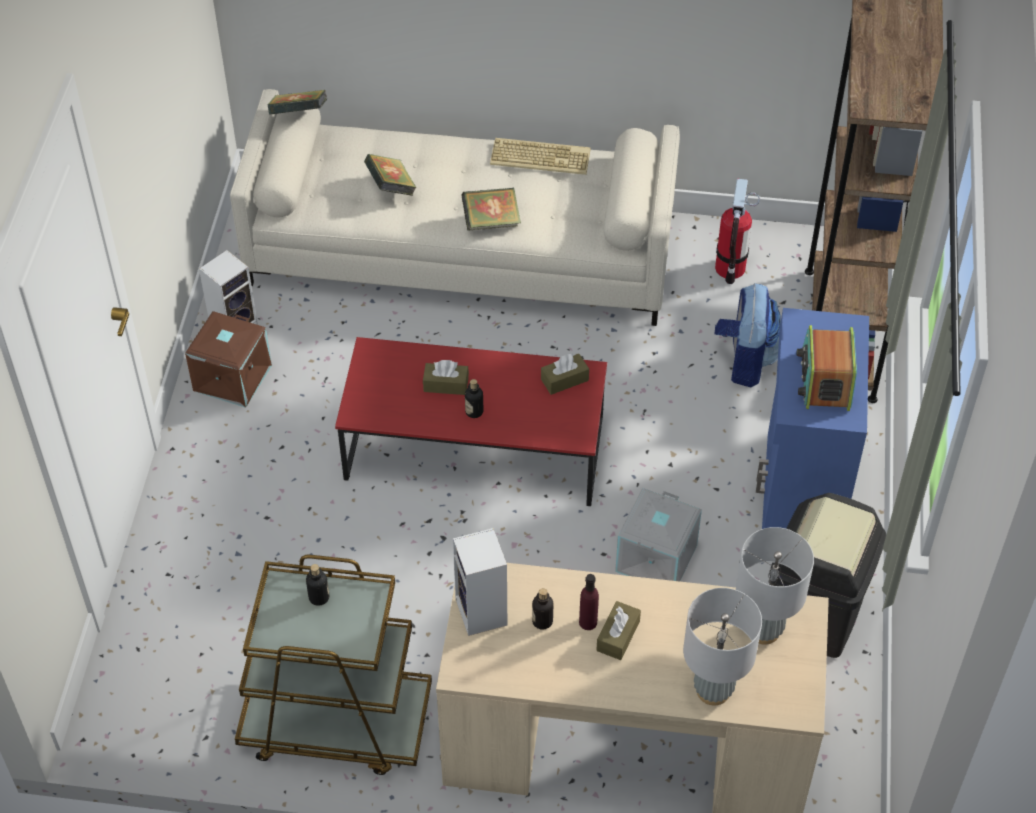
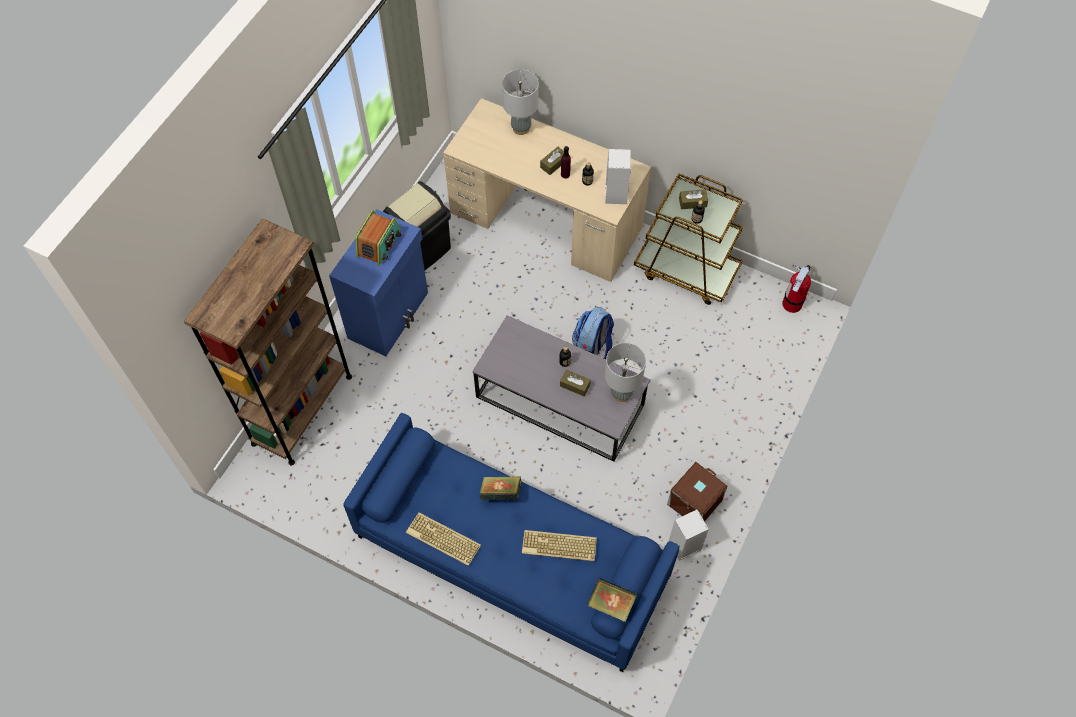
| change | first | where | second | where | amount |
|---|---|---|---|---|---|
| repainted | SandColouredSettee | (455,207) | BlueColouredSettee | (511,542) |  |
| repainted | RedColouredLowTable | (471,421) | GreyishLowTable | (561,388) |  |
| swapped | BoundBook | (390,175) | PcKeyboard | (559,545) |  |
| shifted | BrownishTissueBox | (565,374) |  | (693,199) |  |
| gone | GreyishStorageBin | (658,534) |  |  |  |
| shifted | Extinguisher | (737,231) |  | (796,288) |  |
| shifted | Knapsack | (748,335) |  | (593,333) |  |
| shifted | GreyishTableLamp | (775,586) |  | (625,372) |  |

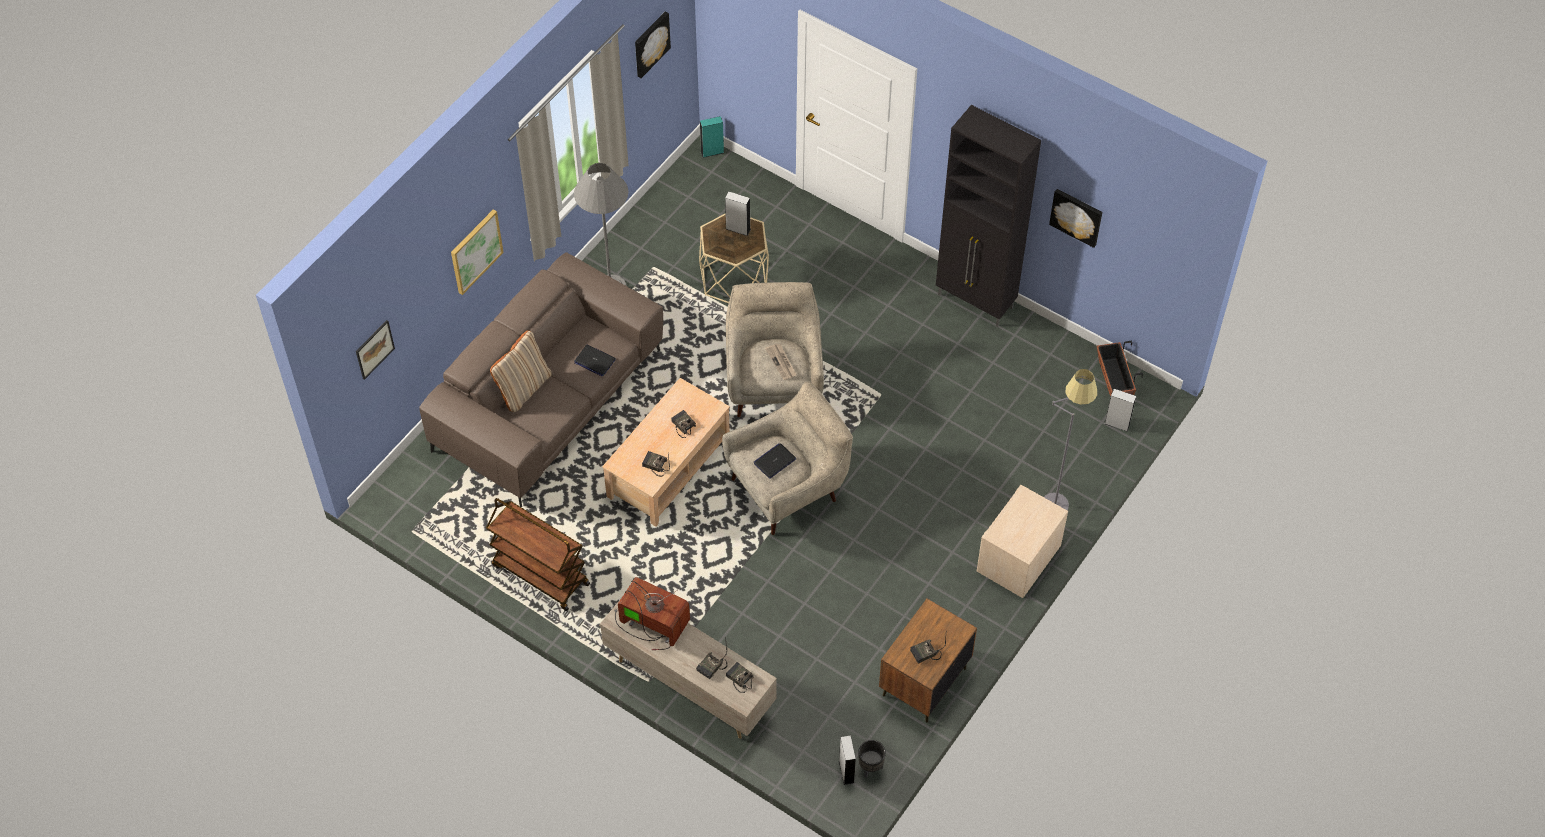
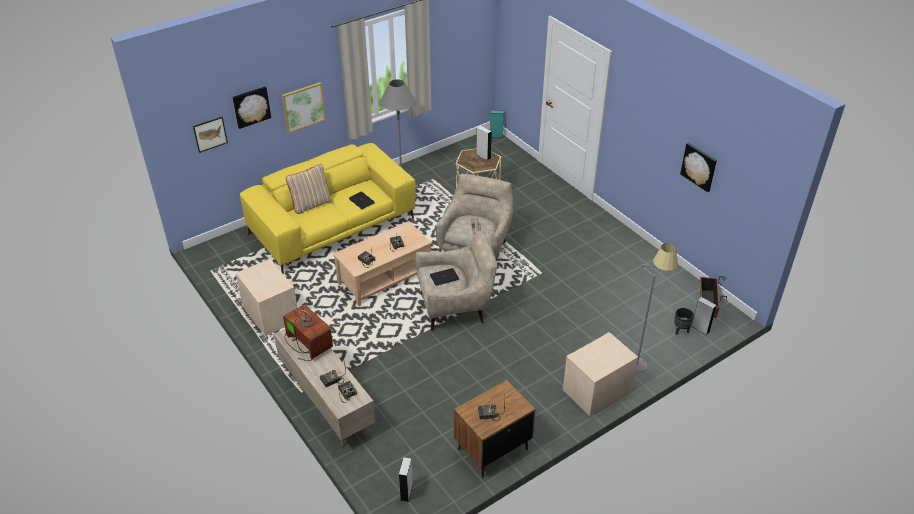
| change | first | where | second | where | amount |
|---|---|---|---|---|---|
| repainted | BrownishSettee | (541,379) | YellowishSettee | (328,208) |  |
| swapped | BrownishTrolley | (538,554) | SandColouredBedsideTable | (266,297) |  |
| shifted | WallArt | (653,44) |  | (251,108) |  |
| shifted | BlackishFlowerPot | (872,759) |  | (684,321) |  |
| gone | BlackishCabinet | (988,216) |  |  |  |

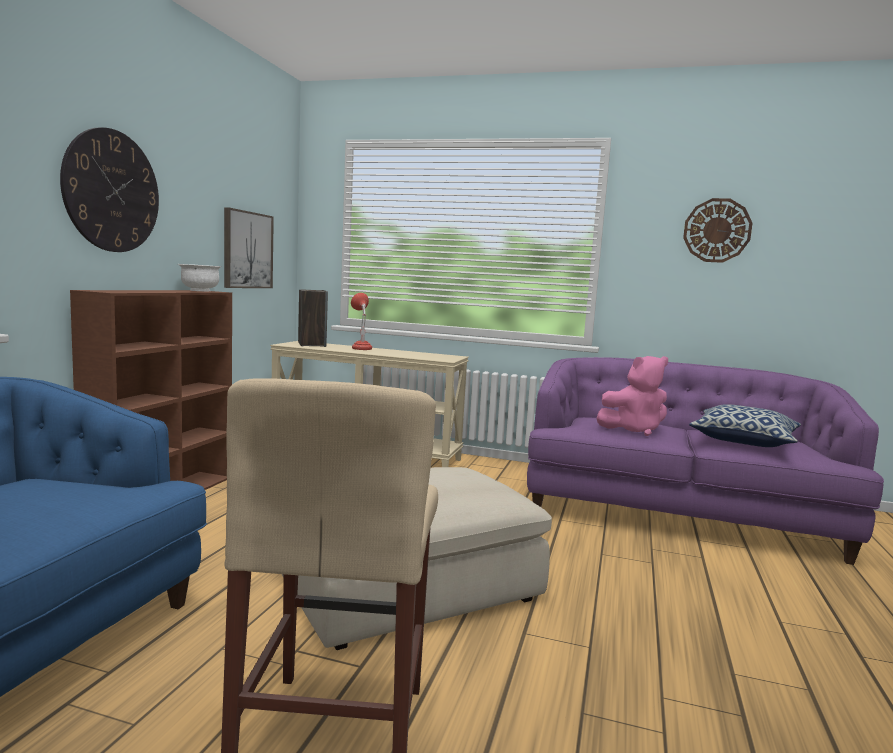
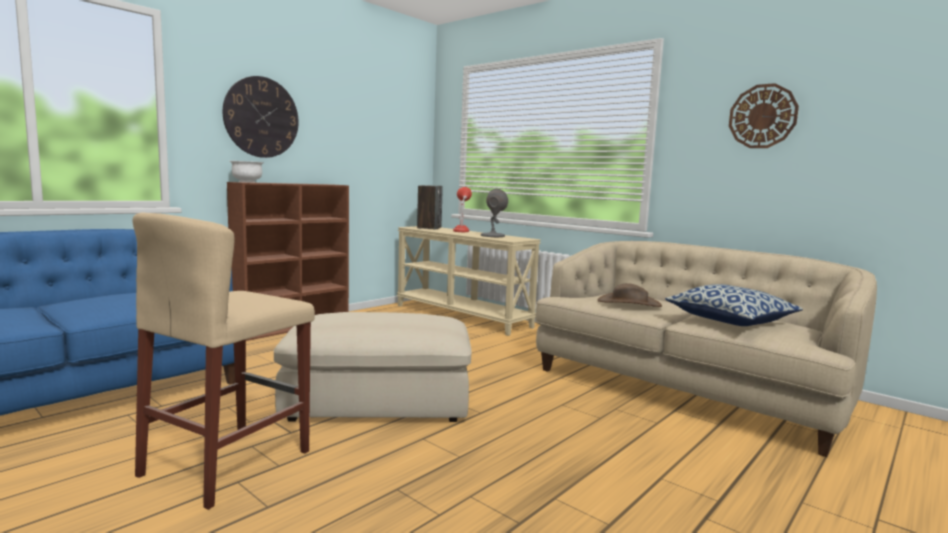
| change | first | where | second | where | amount |
|---|---|---|---|---|---|
| shifted | WhitishDeepDish | (199,277) |  | (247,171) |  |
| gone | WallArt | (249,247) |  |  |  |
| repainted | PurplishSettee | (705,461) | SandColouredSettee | (706,349) |  |
| swapped | PinkishCuddlyToy | (632,396) | BrownishHat | (630,295) |  |
| new |  |  | GreyishTableLamp | (494,213) |  |

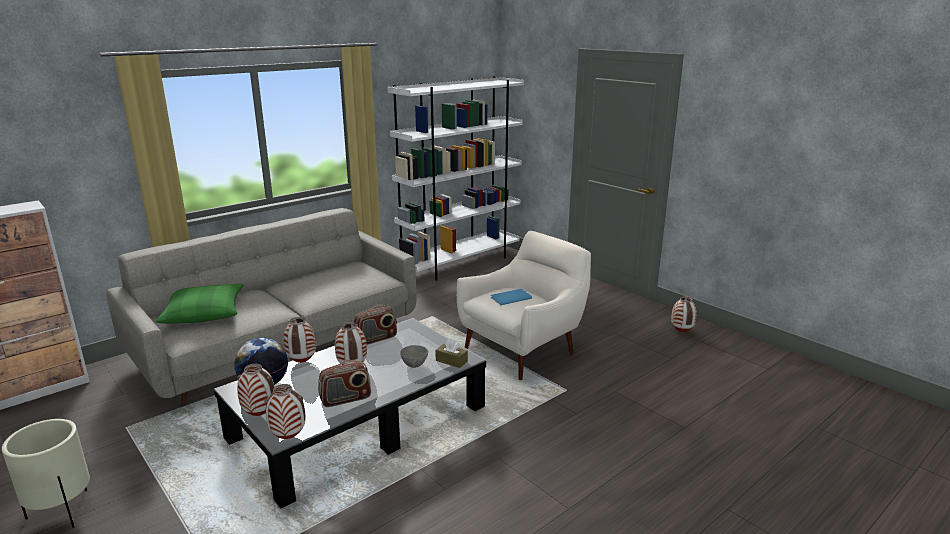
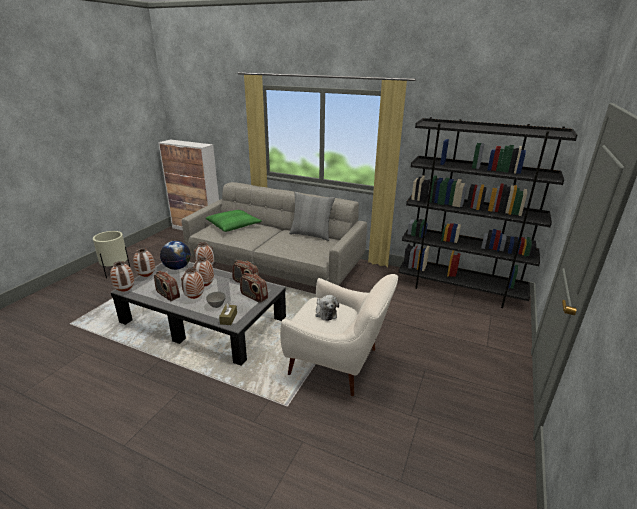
| change | first | where | second | where | amount |
|---|---|---|---|---|---|
| repainted | WhitishBookcase | (455,178) | BlackishBookcase | (487,212) |  |
| swapped | BlueColouredBoundBook | (511,297) | CuddlyToy | (327,308) |  |
| shifted | FlowerVase | (684,314) |  | (192,283) |  |
| new |  |  | RadioReceiver | (254,288) |  |
| new |  |  | GreyishThrowPillow | (312,216) |  |

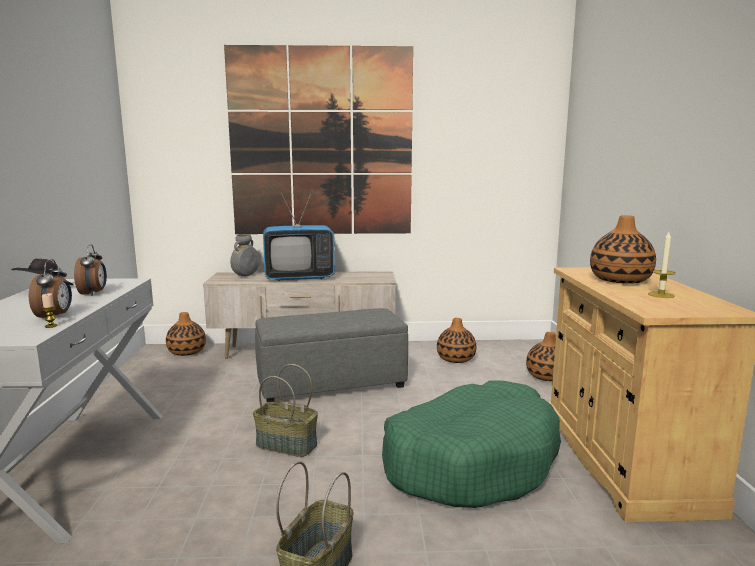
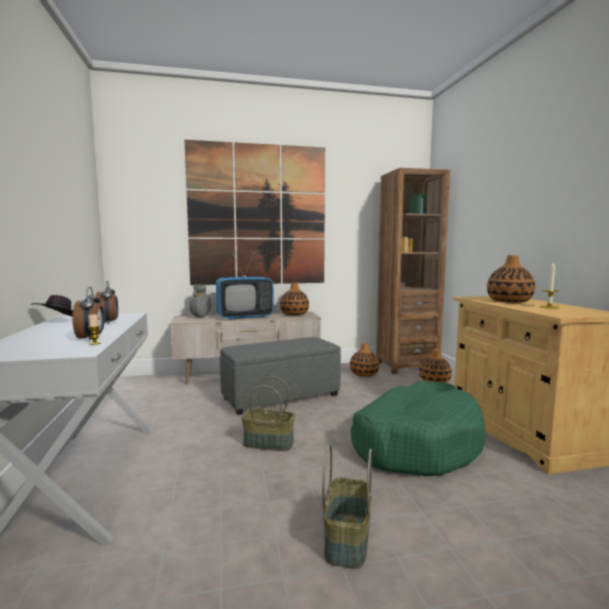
| change | first | where | second | where | amount |
|---|---|---|---|---|---|
| shifted | FlowerVase | (186,334) |  | (294,299) |  |
| new |  |  | BrownishBookcase | (413,271) |  |

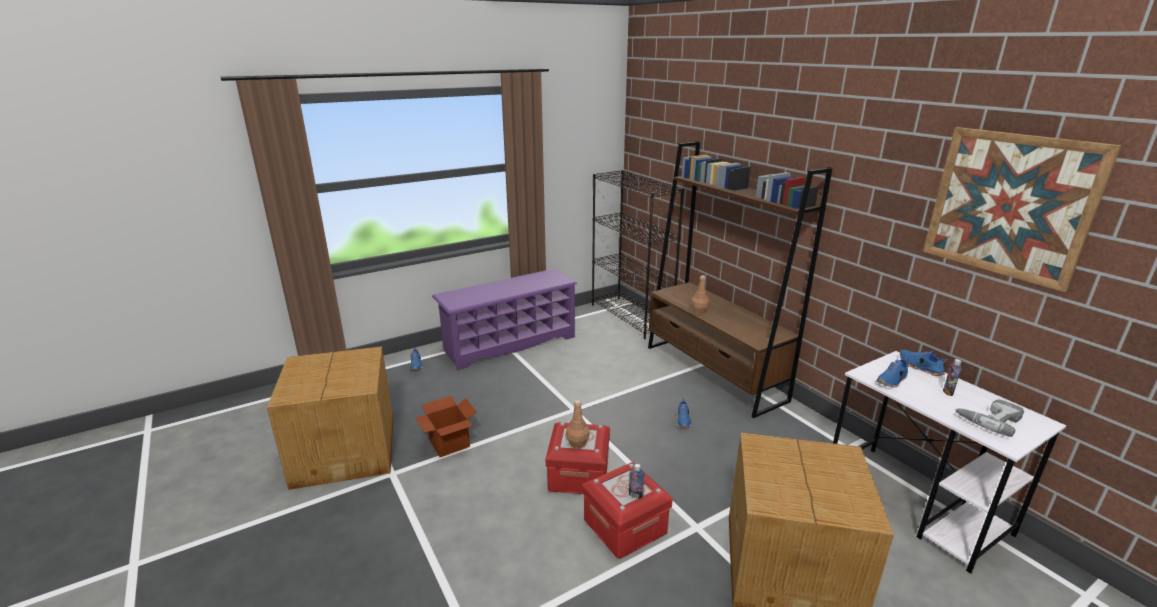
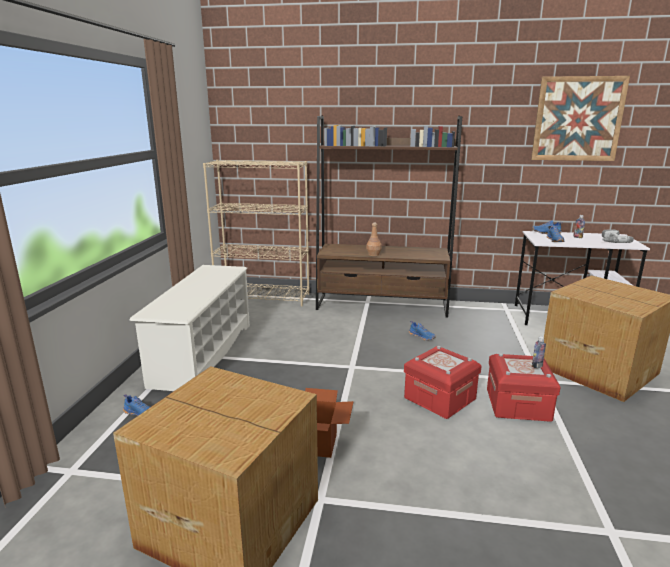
| change | first | where | second | where | amount |
|---|---|---|---|---|---|
| repainted | PurplishShoeRack | (504,320) | WhitishShoeRack | (189,328) |  |
| gone | BrownishDrinkBottle | (577,424) |  |  |  |
| repainted | BlackishBookcase | (638,254) | SandColouredBookcase | (256,233) |  |

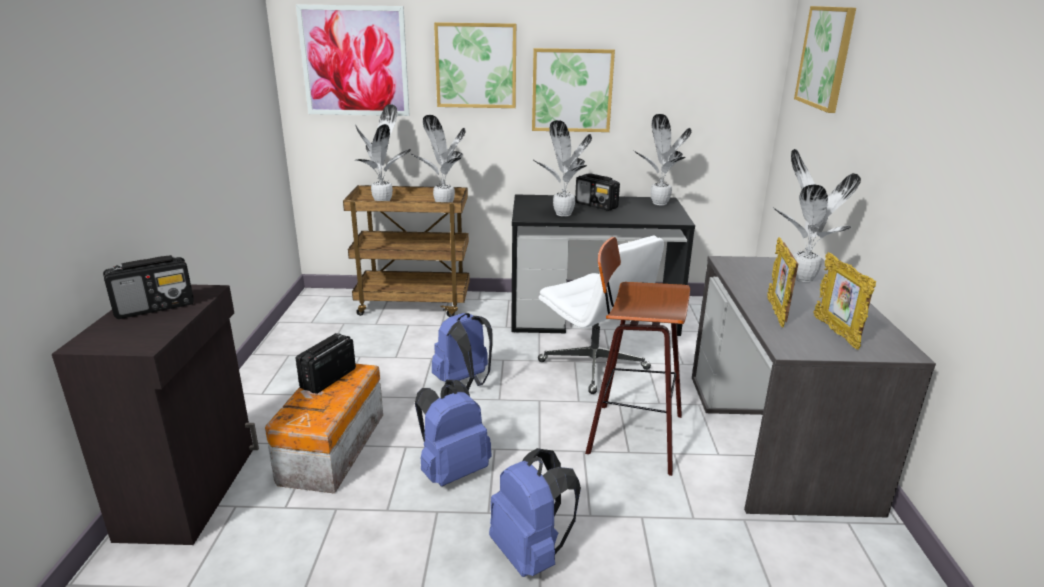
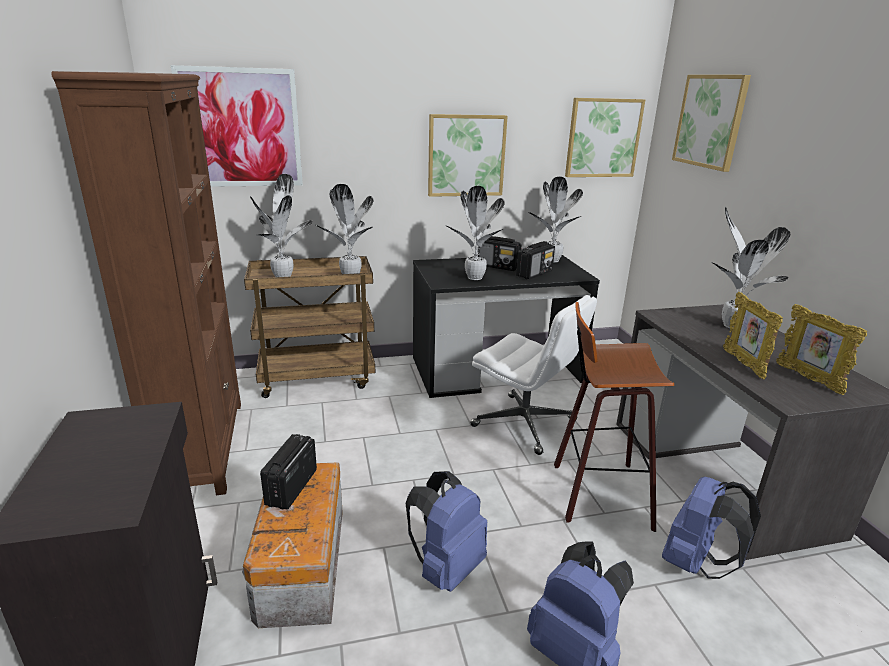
| change | first | where | second | where | amount |
|---|---|---|---|---|---|
| shifted | RadioReceiver | (148,287) |  | (535,260) |  |
| shifted | BlueColouredKnapsack | (462,351) |  | (711,527) |  |
| shifted | WallArt | (475,65) |  | (605,137) |  |
| new |  |  | BrownishBookcase | (146,283) |  |

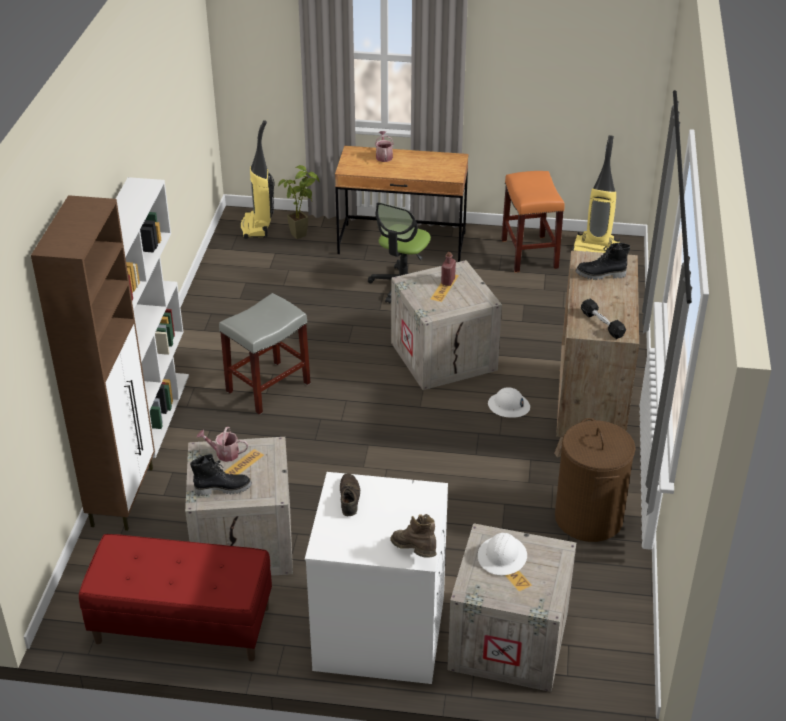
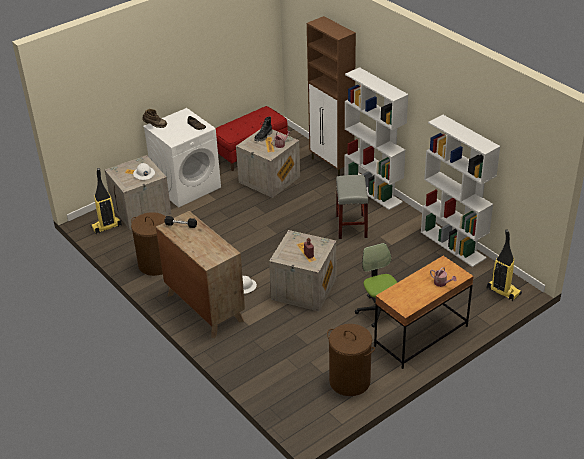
| change | first | where | second | where | amount |
|---|---|---|---|---|---|
| gone | Houseplant | (299,202) |  |  |  |
| swapped | OrangeStoolSeat | (533,222) | BrownishHamper | (351,360) |  |
| shifted | Vacuum | (596,194) |  | (106,201) |  |
| gone | BlackishHighTopBoot | (603,261) |  |  |  |
| new |  |  | WhitishBookcase | (460,191) |  |

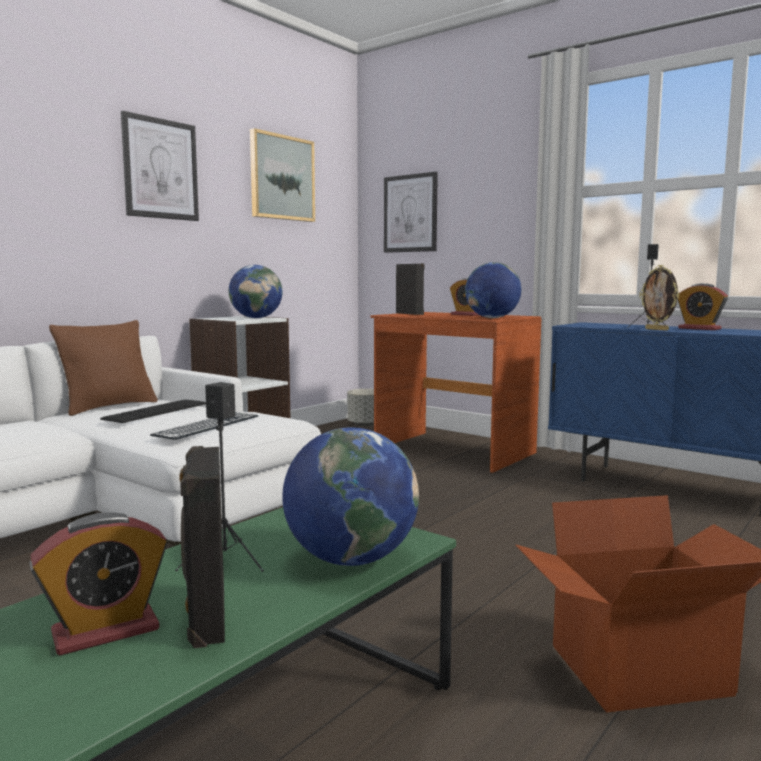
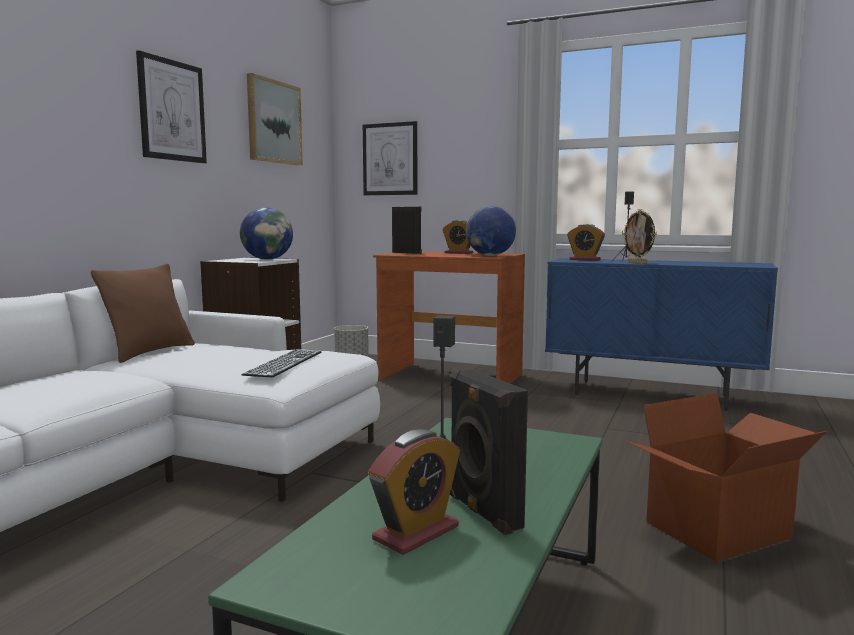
| change | first | where | second | where | amount |
|---|---|---|---|---|---|
| gone | PcKeyboard | (153,411) |  |  |  |
| gone | DeskGlobe | (350,496) |  |  |  |
| shifted | BedsideClock | (702,306) |  | (586,242) |  |

